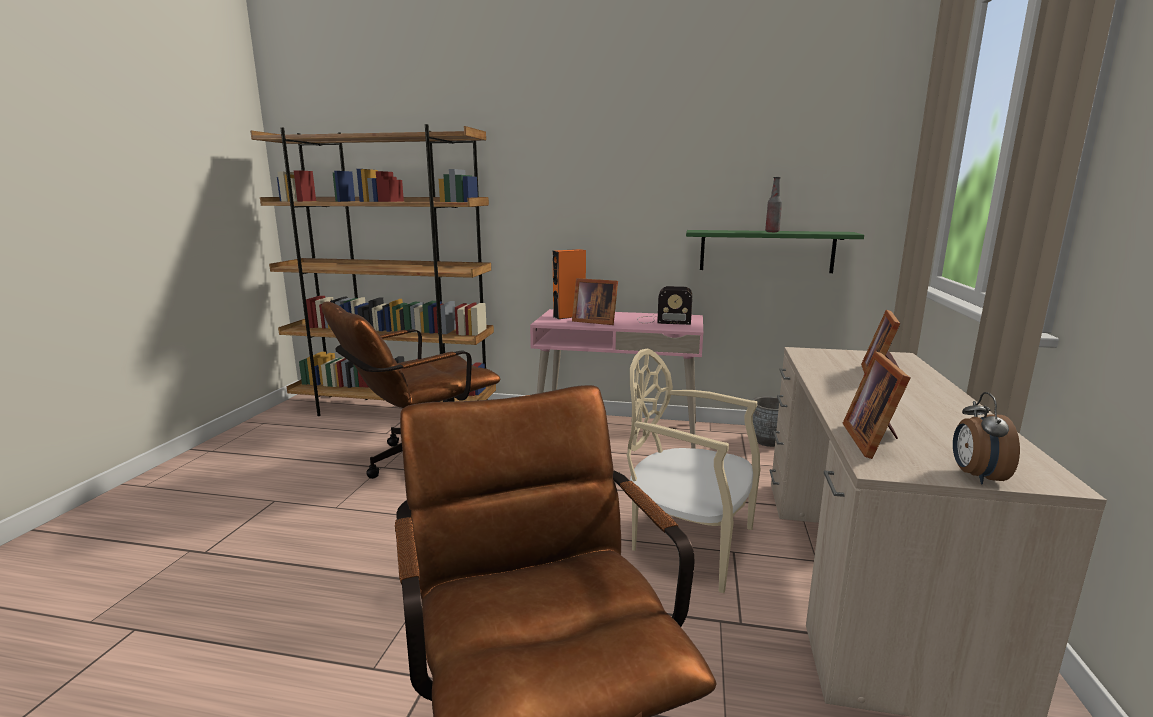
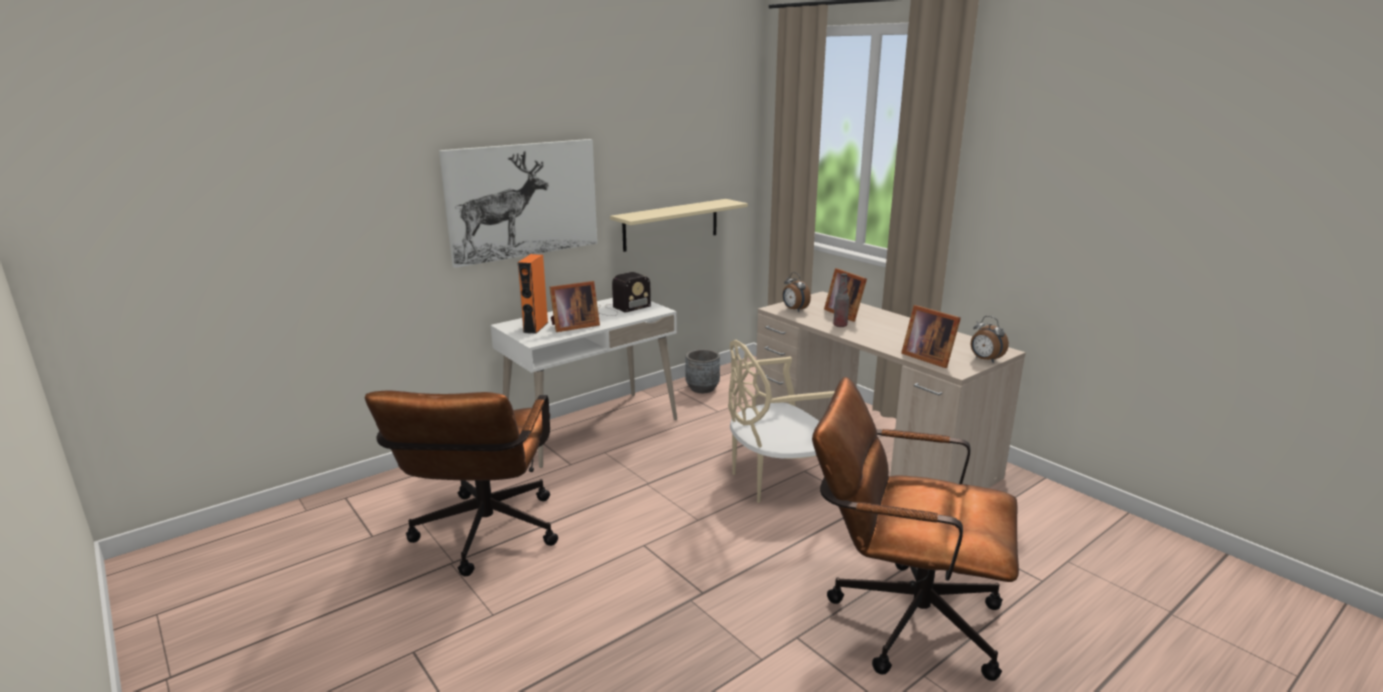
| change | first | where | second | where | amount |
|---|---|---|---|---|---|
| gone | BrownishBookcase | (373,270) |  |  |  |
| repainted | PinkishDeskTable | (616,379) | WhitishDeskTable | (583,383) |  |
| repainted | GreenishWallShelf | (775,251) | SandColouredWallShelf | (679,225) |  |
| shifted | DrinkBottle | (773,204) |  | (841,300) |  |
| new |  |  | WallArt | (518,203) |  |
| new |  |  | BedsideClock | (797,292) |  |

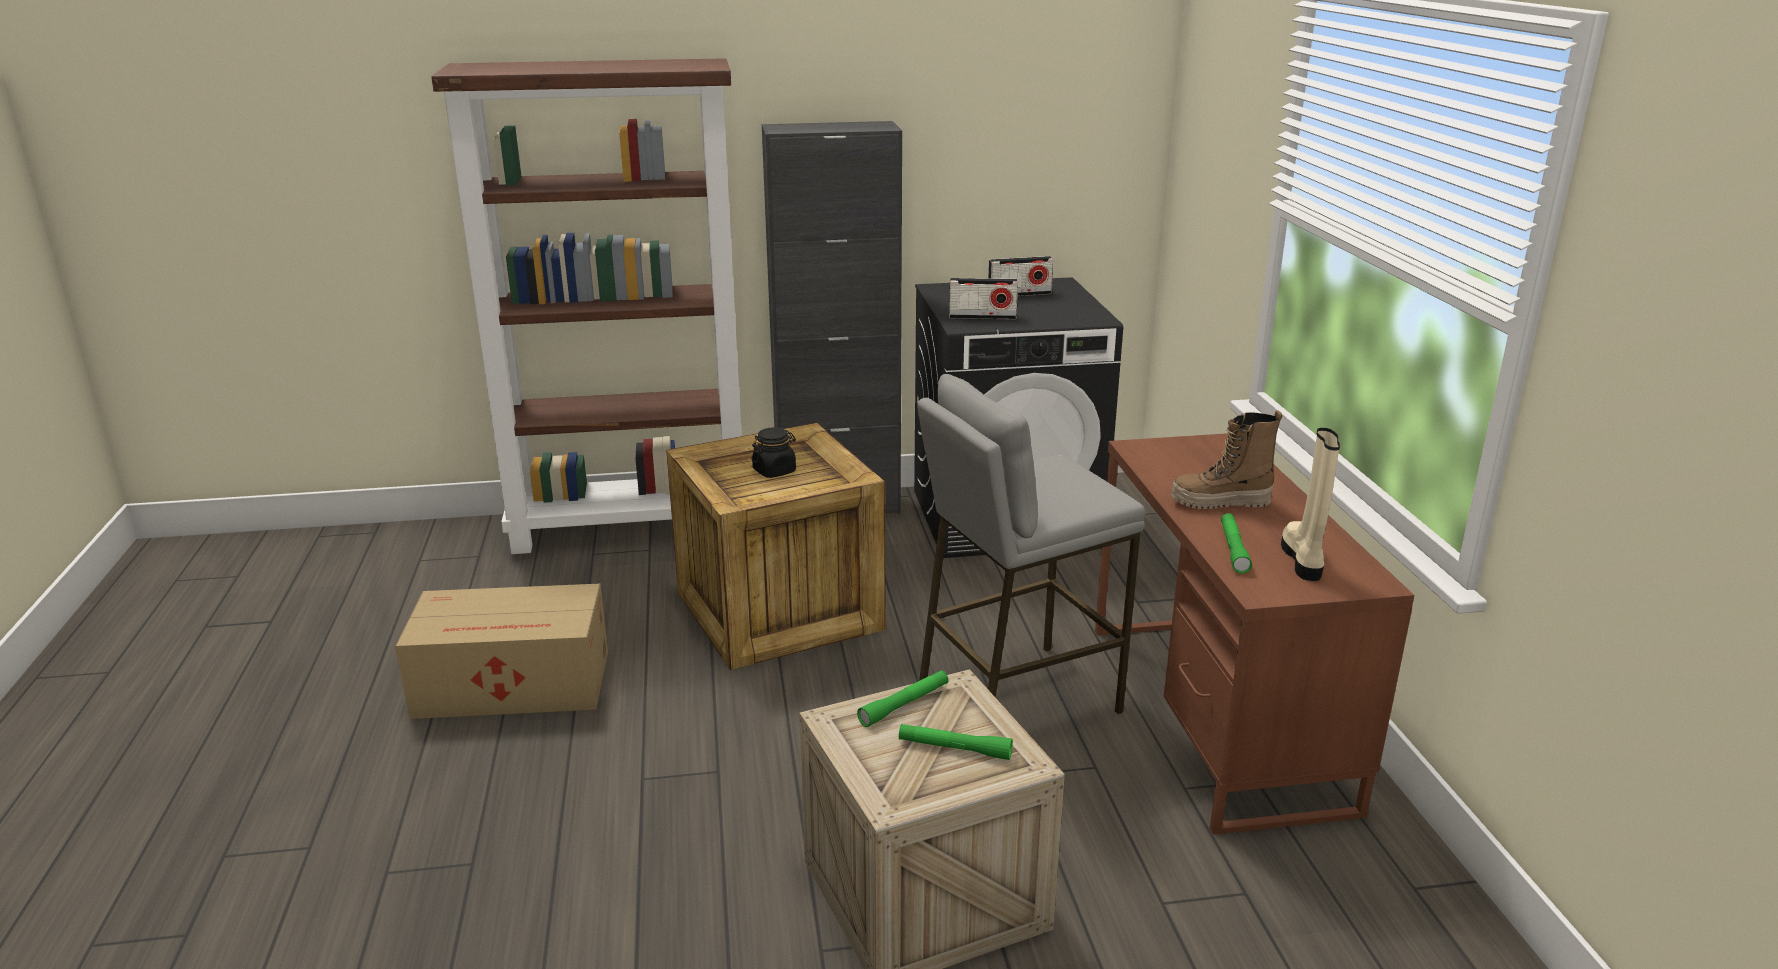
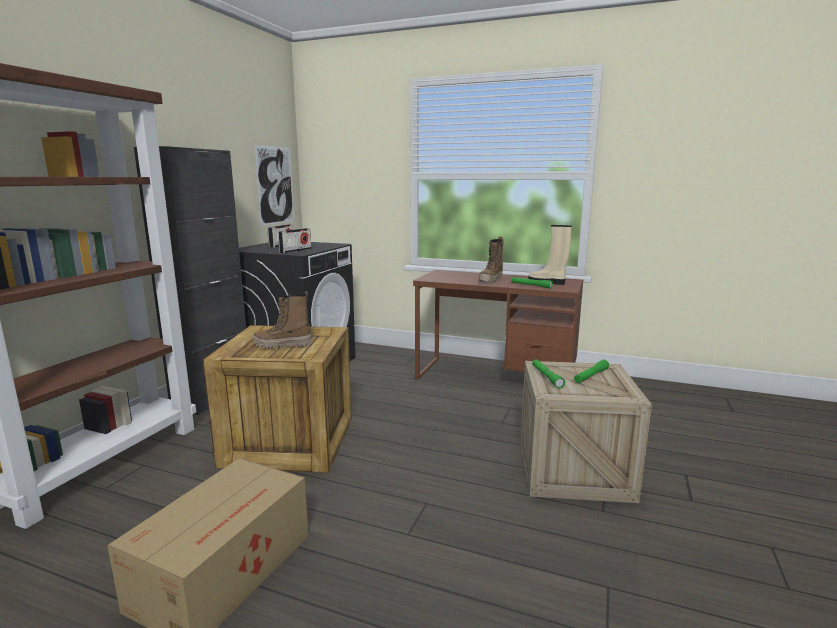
| change | first | where | second | where | amount |
|---|---|---|---|---|---|
| swapped | BlackishPreserveJar | (774,452) | HighTopBoot | (283,319) |  |
| gone | GreyishStoolSeat | (1031,544) |  |  |  |
| new |  |  | WallArt | (274,185) |  |

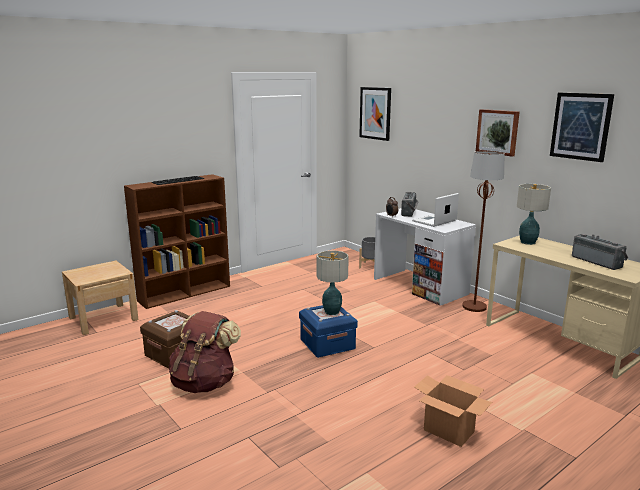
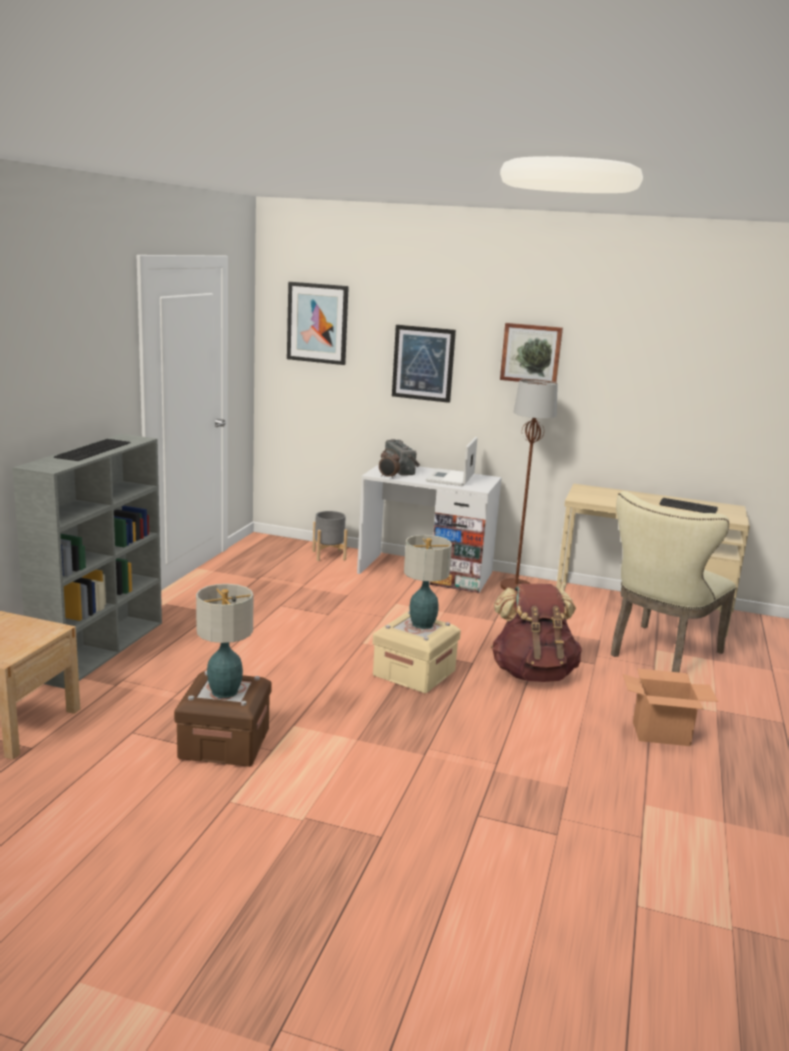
| change | first | where | second | where | amount |
|---|---|---|---|---|---|
| repainted | BrownishBookcase | (177,241) | GreyishBookcase | (87,561) |  |
| shifted | BrownishKnapsack | (205,352) |  | (536,633) |  |
| repainted | BlueColouredStorageBin | (328,331) | SandColouredStorageBin | (416,652) |  |
| shifted | TableLamp | (534,214) |  | (225,641) |  |
| shifted | WallArt | (582,127) |  | (424,364) |  |
| swapped | RadioReceiver | (600,252) | PcKeyboard | (688,505) |  |
| new |  |  | SandColouredChair | (673,581) |  |

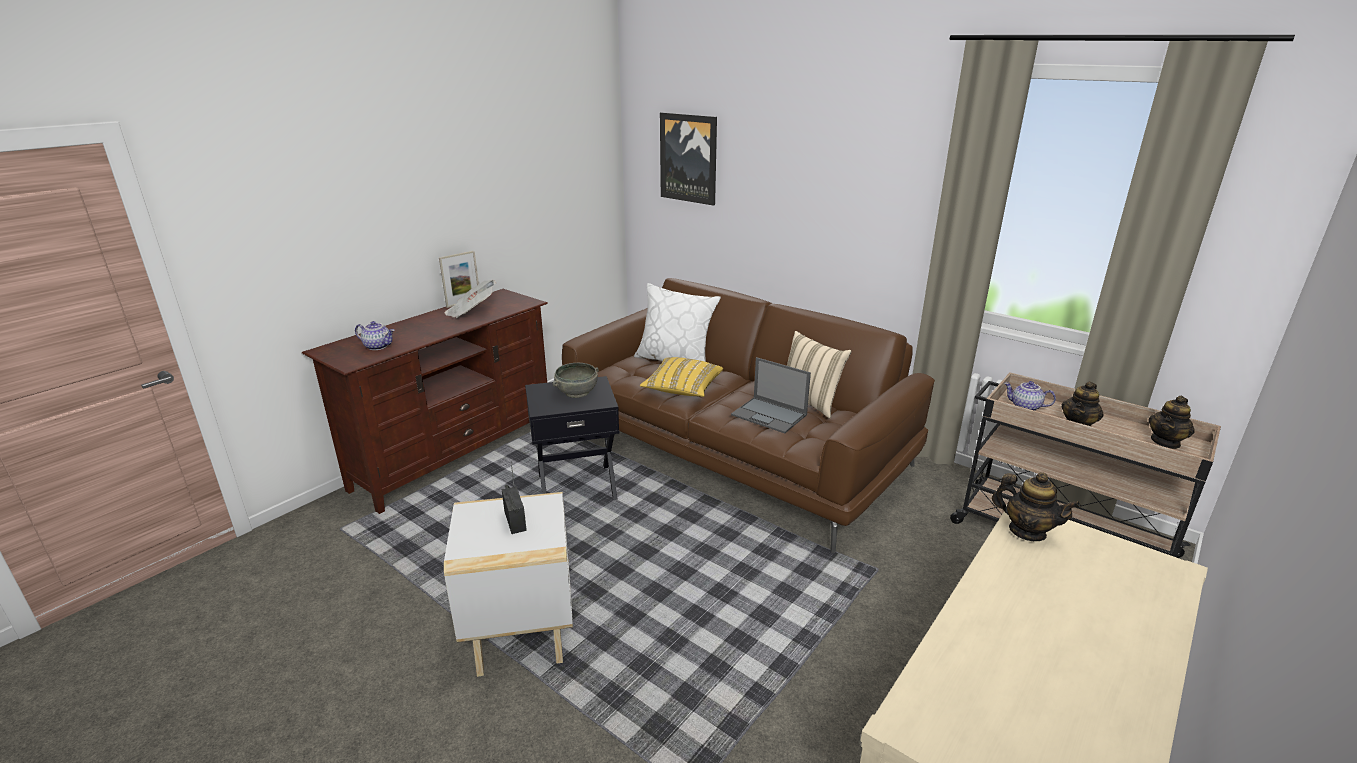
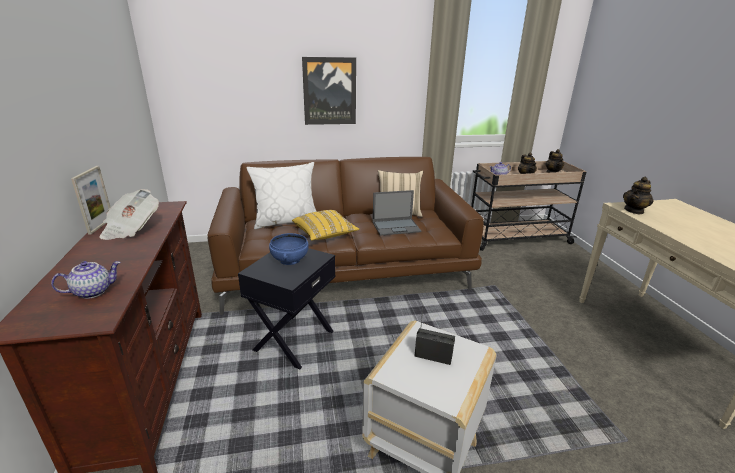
| change | first | where | second | where | amount |
|---|---|---|---|---|---|
| repainted | GreyishDeepDish | (576,380) | BlueColouredDeepDish | (288,249) |  |
| shifted | WallArt | (688,159) |  | (329,91) |  |
| rotated | PotForTea | (1036,507) |  | (638,195) | 150 degrees clockwise |

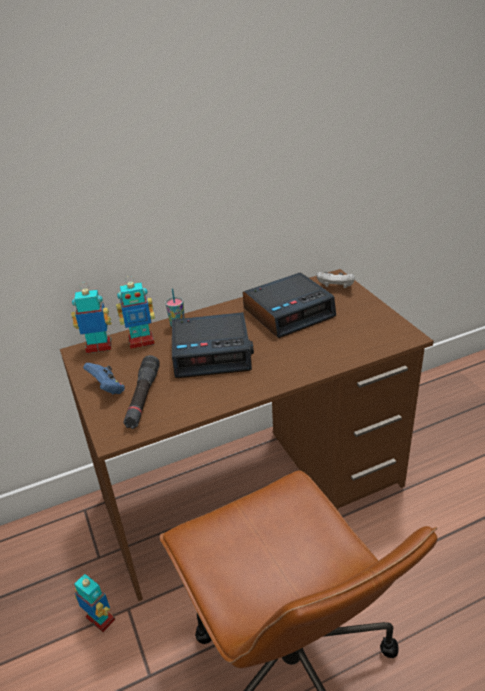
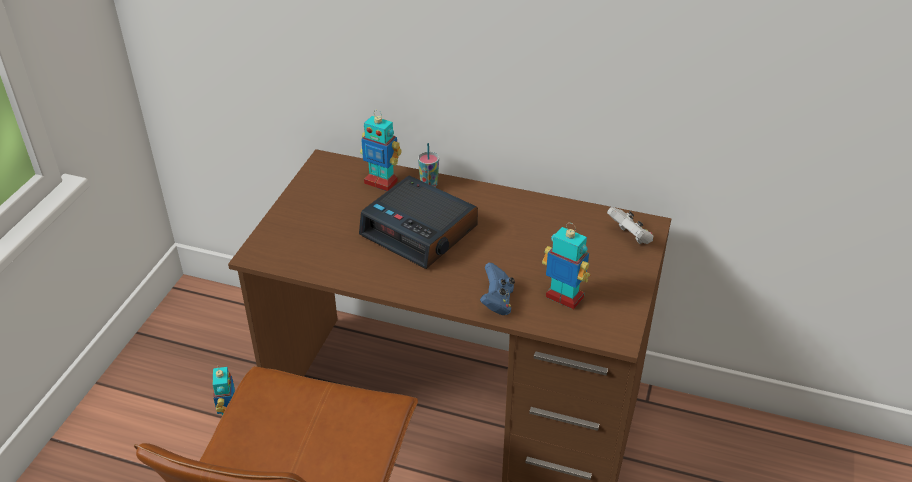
| change | first | where | second | where | amount |
|---|---|---|---|---|---|
| shifted | ToyRobot | (91,318) |  | (566,266) |  |
| shifted | BlueColouredGamepad | (104,378) |  | (497,289) |  |
| gone | BlackishTorch | (141,392) |  |  |  |
| gone | BedsideClock | (289,305) |  |  |  |

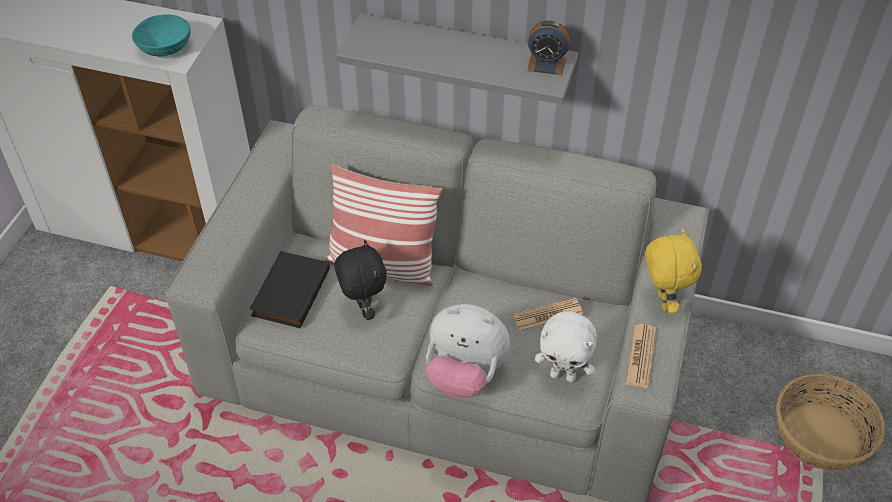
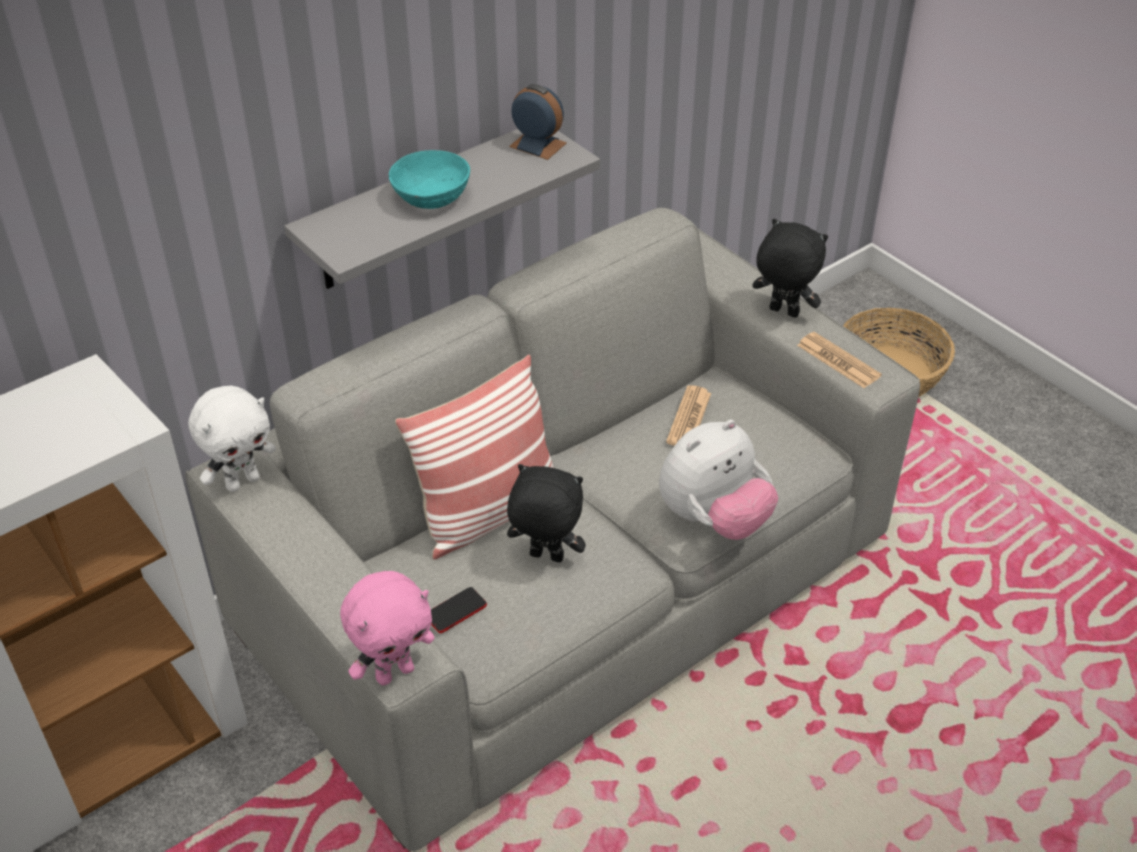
| change | first | where | second | where | amount |
|---|---|---|---|---|---|
| shifted | TurquoiseDeepDish | (161,35) |  | (429,179) |  |
| swapped | BlackishBoundBook | (289,289) | Handset | (459,610) |  |
| rotated | BedsideClock | (548,48) |  | (538,122) | 105 degrees counterclockwise |
| shifted | WhitishCuddlyToy | (566,346) |  | (232,439) |  |
| repainted | YellowishCuddlyToy | (673,271) | BlackishCuddlyToy | (790,268) |  |
| new |  |  | PinkishCuddlyToy | (387,628) |  |

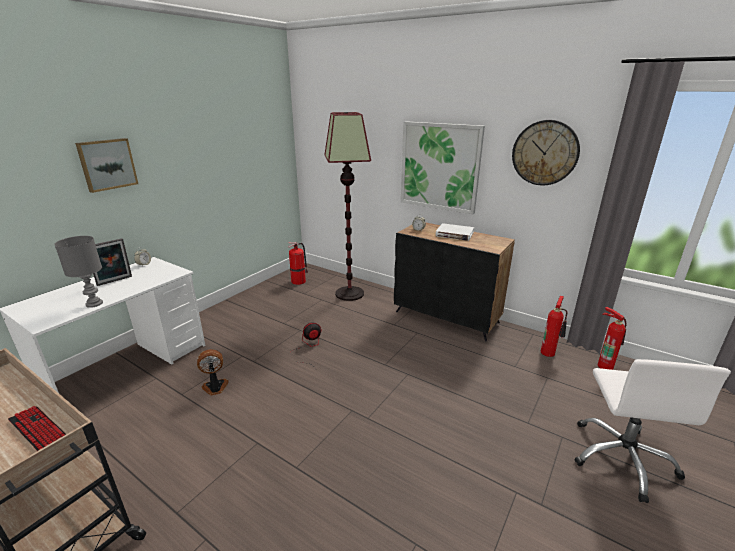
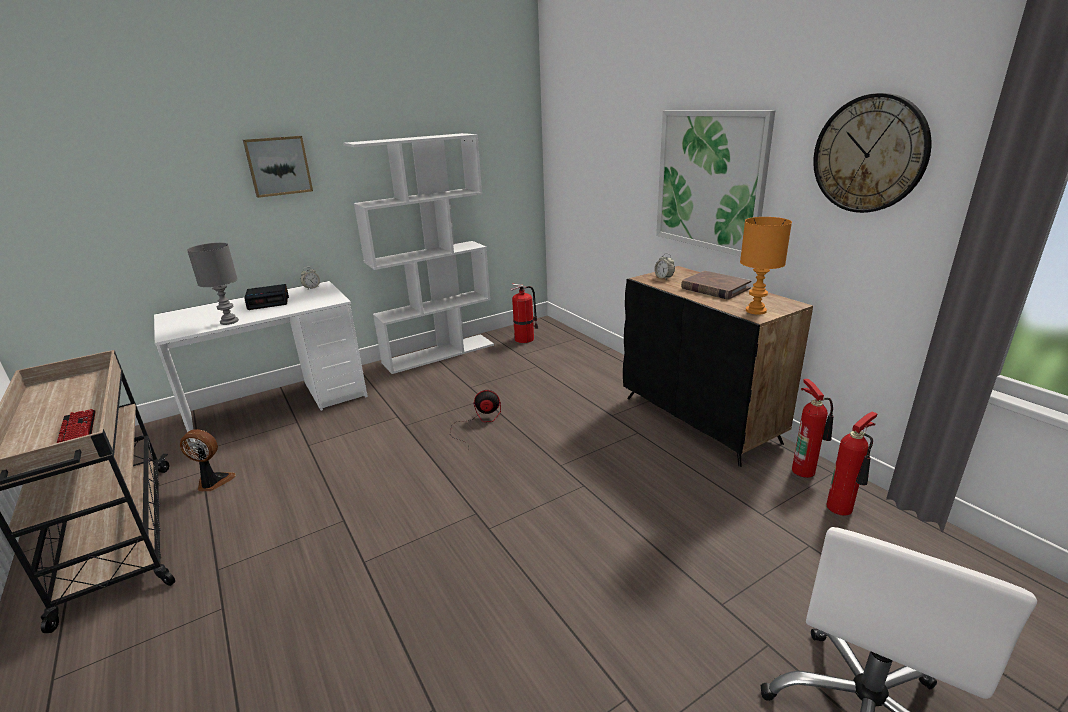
| change | first | where | second | where | amount |
|---|---|---|---|---|---|
| swapped | PictureFrame | (112,262) | BedsideClock | (266,297) |  |
| shifted | Fan | (213,372) |  | (208,460) |  |
| gone | StandingLamp | (348,206) |  |  |  |
| repainted | WhitishBoundBook | (455,232) | BrownishBoundBook | (716,285) |  |
| shifted | Extinguisher | (612,338) |  | (812,428) |  |
| new |  |  | WhitishBookcase | (418,253) |  |
| new |  |  | OrangeTableLamp | (766,266) |  |

